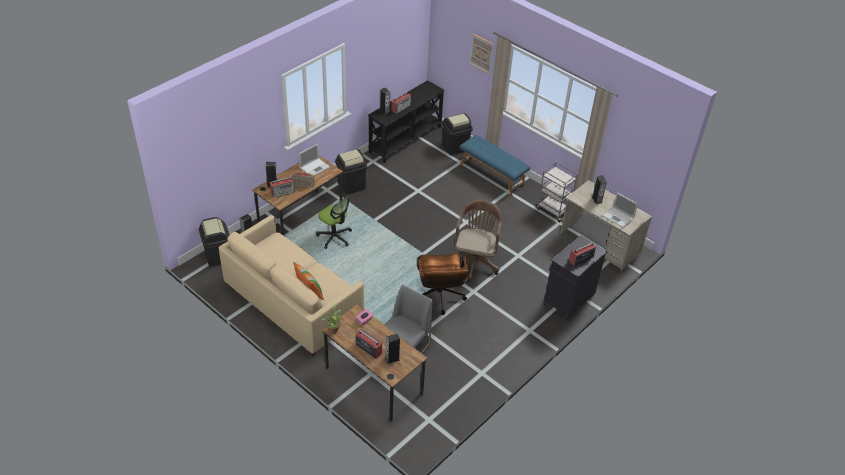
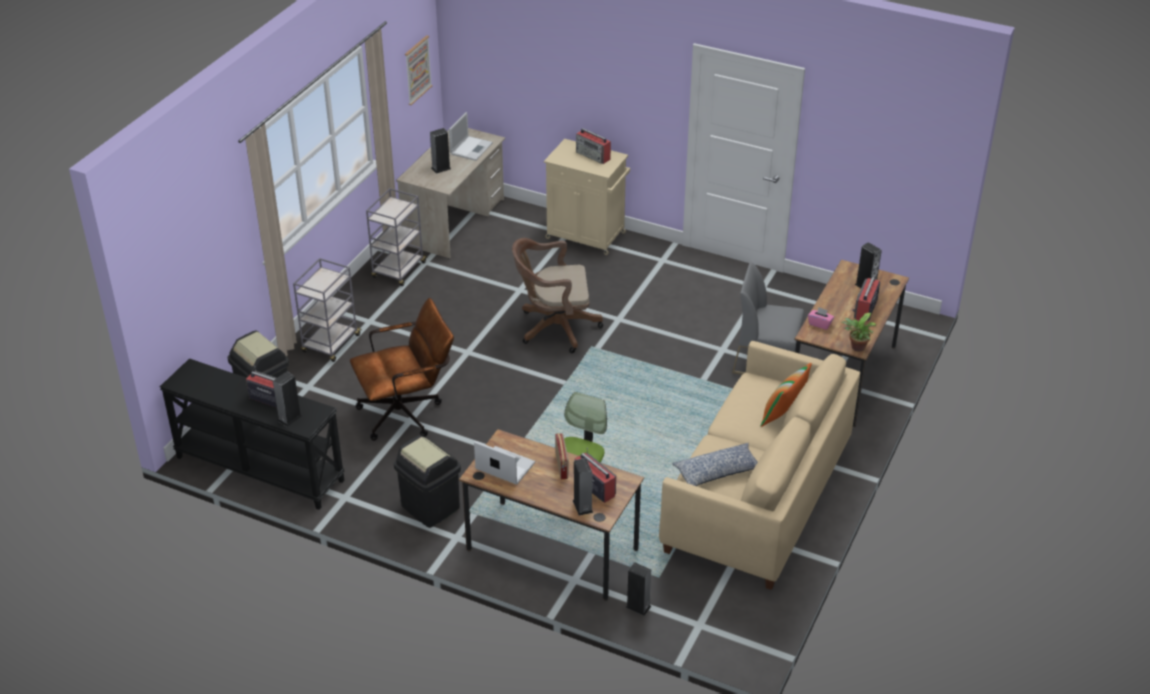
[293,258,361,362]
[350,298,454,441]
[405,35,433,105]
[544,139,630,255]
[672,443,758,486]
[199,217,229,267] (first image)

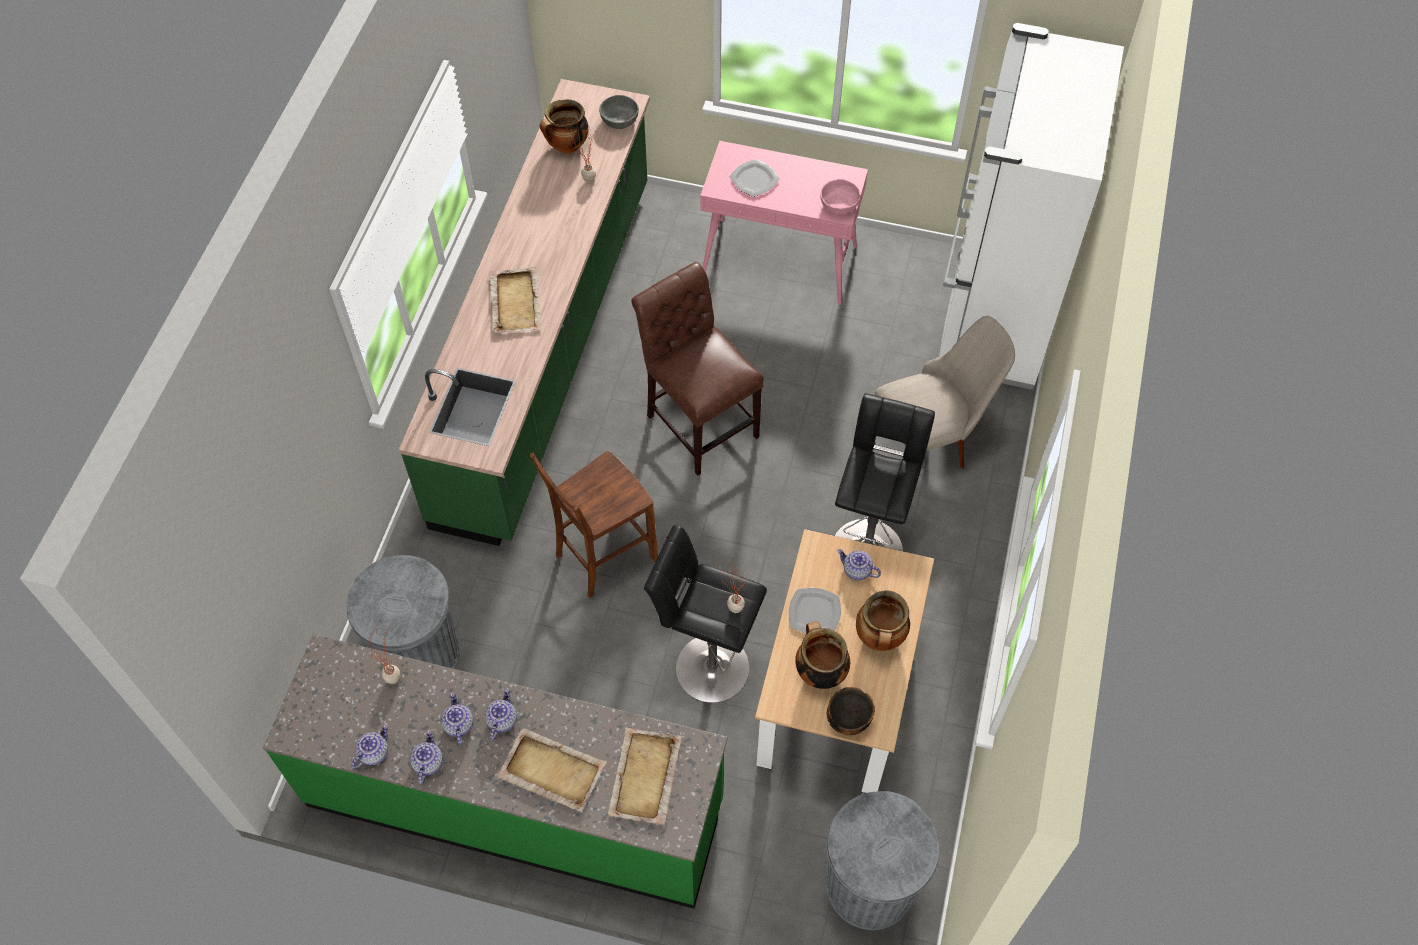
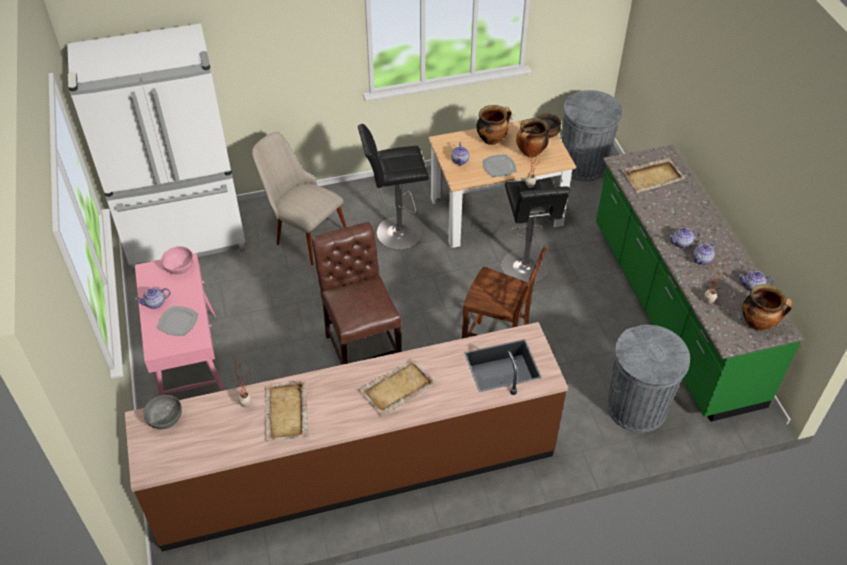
[125,322,568,552]
[135,288,171,309]
[264,381,309,441]
[312,222,402,365]
[742,284,793,330]

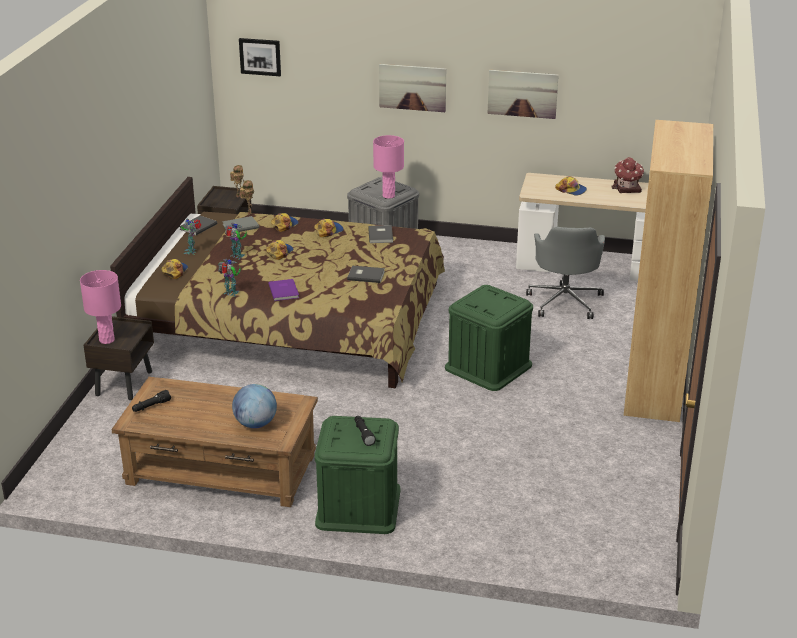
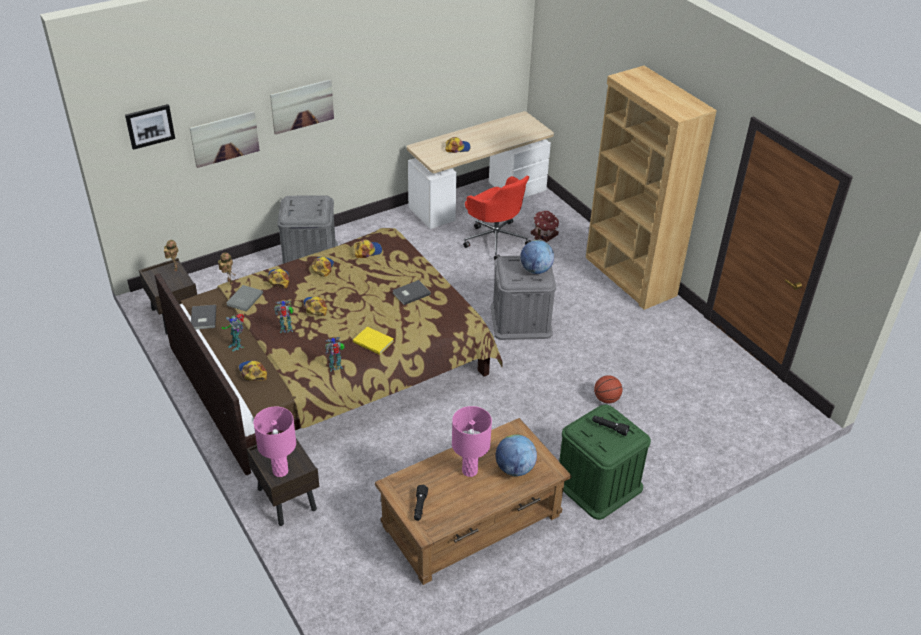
[190,111,260,168]
[353,327,394,355]
[354,240,382,258]
[452,406,492,477]
[463,176,531,260]
[491,256,556,340]
[520,240,554,274]
[531,211,559,242]
[594,375,622,403]

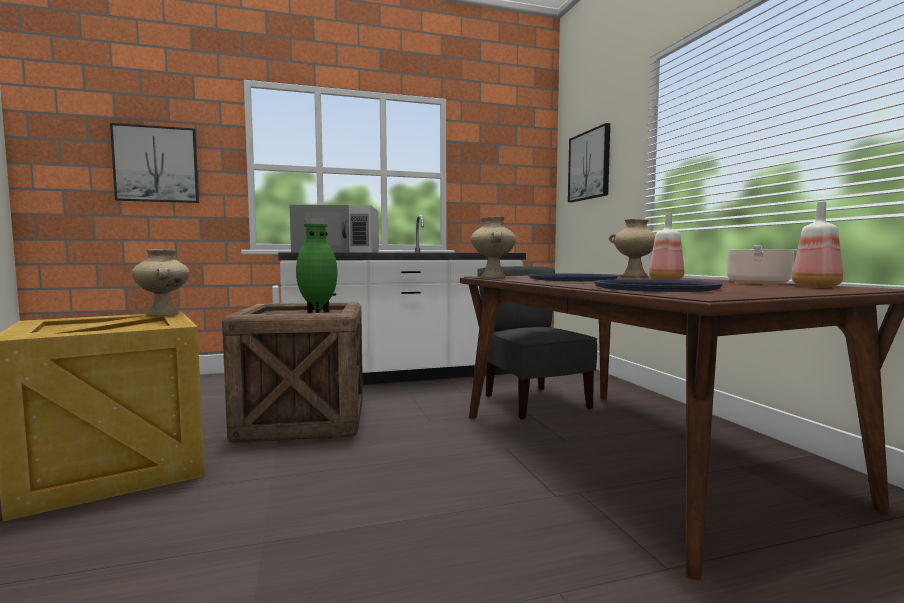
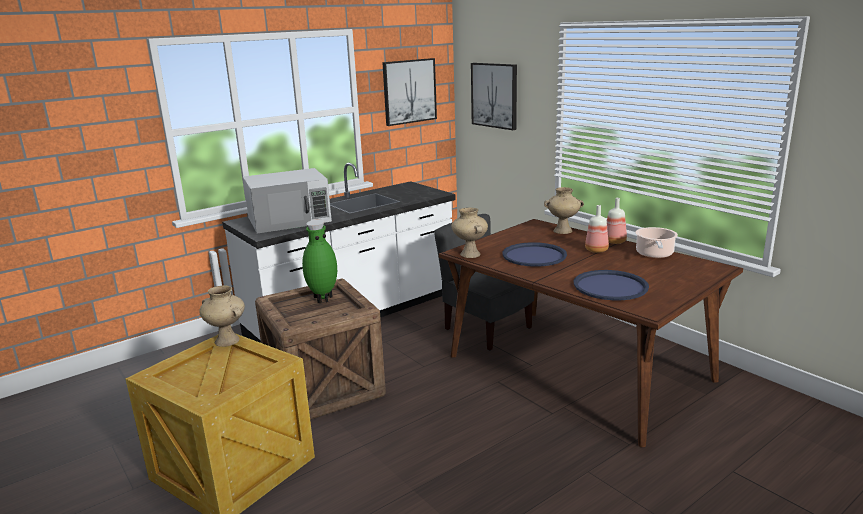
[382,58,437,126]
[607,198,627,244]

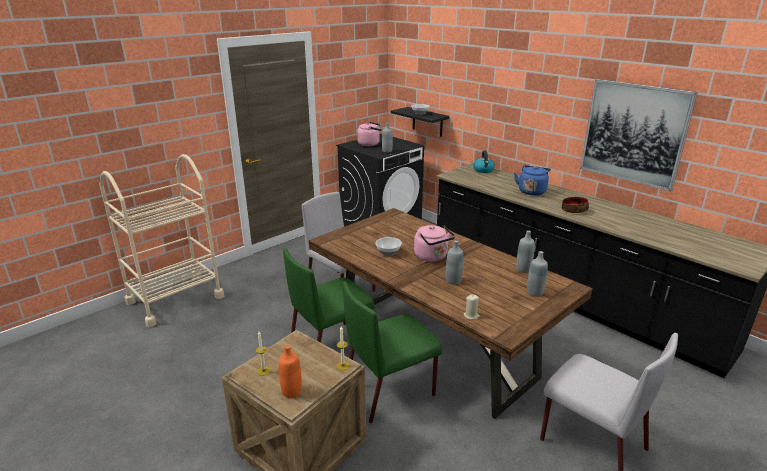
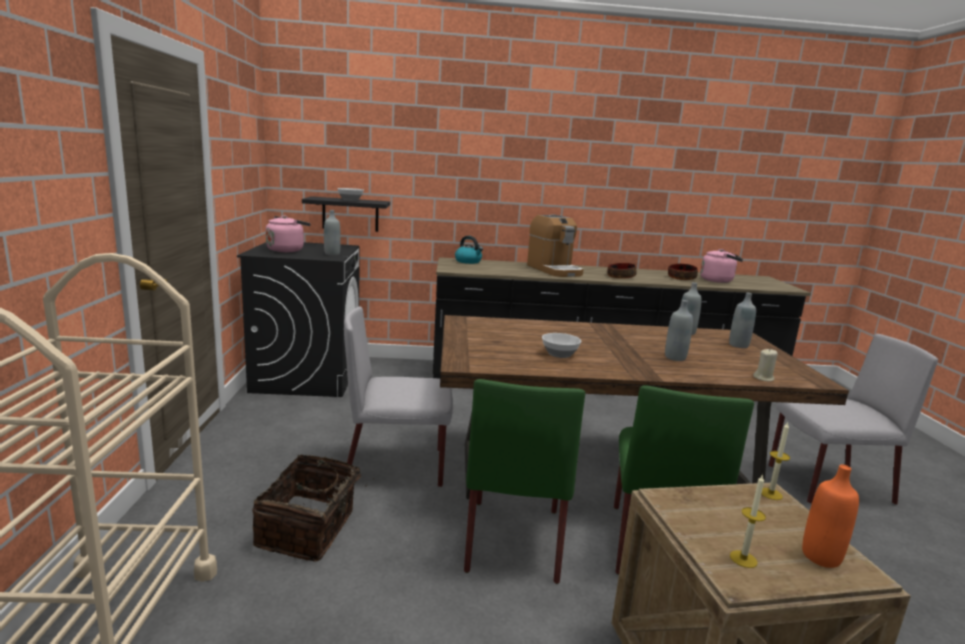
[252,454,374,562]
[527,214,584,277]
[668,264,698,280]
[700,249,743,283]
[580,79,698,191] (first image)

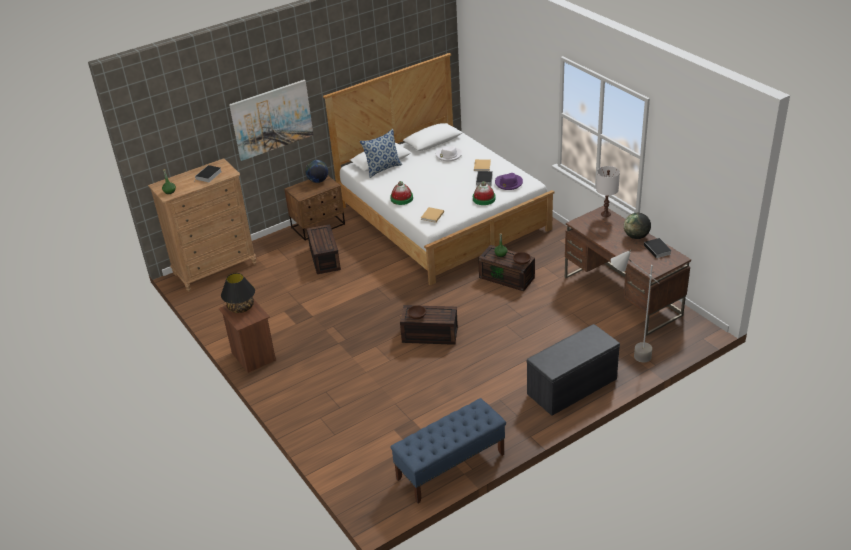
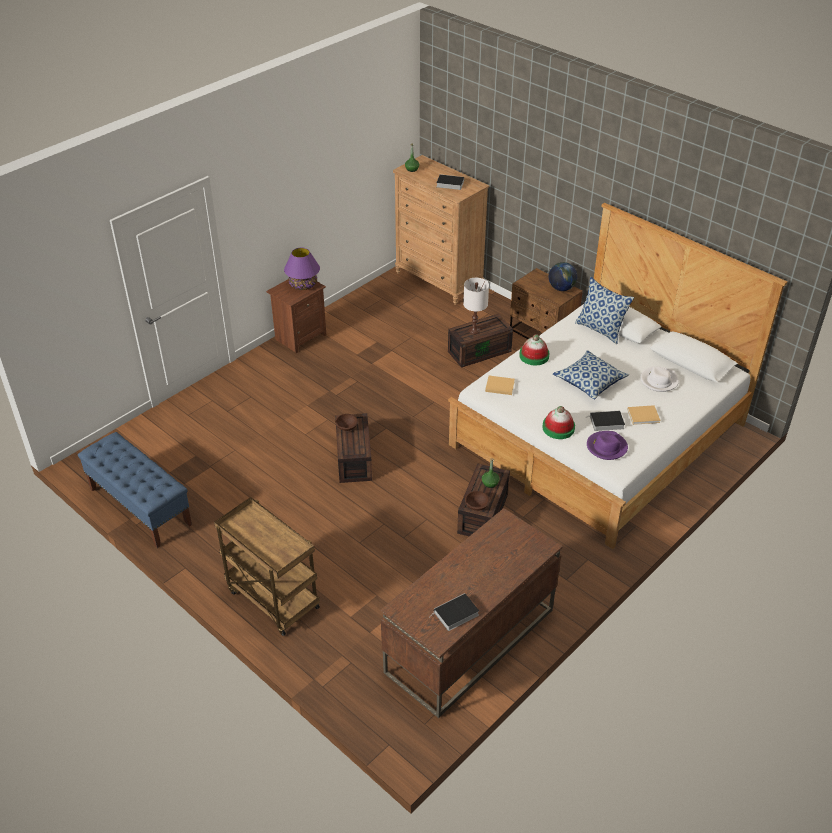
[214,497,320,636]
[284,248,320,290]
[463,278,489,334]
[553,350,629,400]
[229,80,313,161] (first image)
[610,250,659,362] (first image)
[624,213,651,239] (first image)

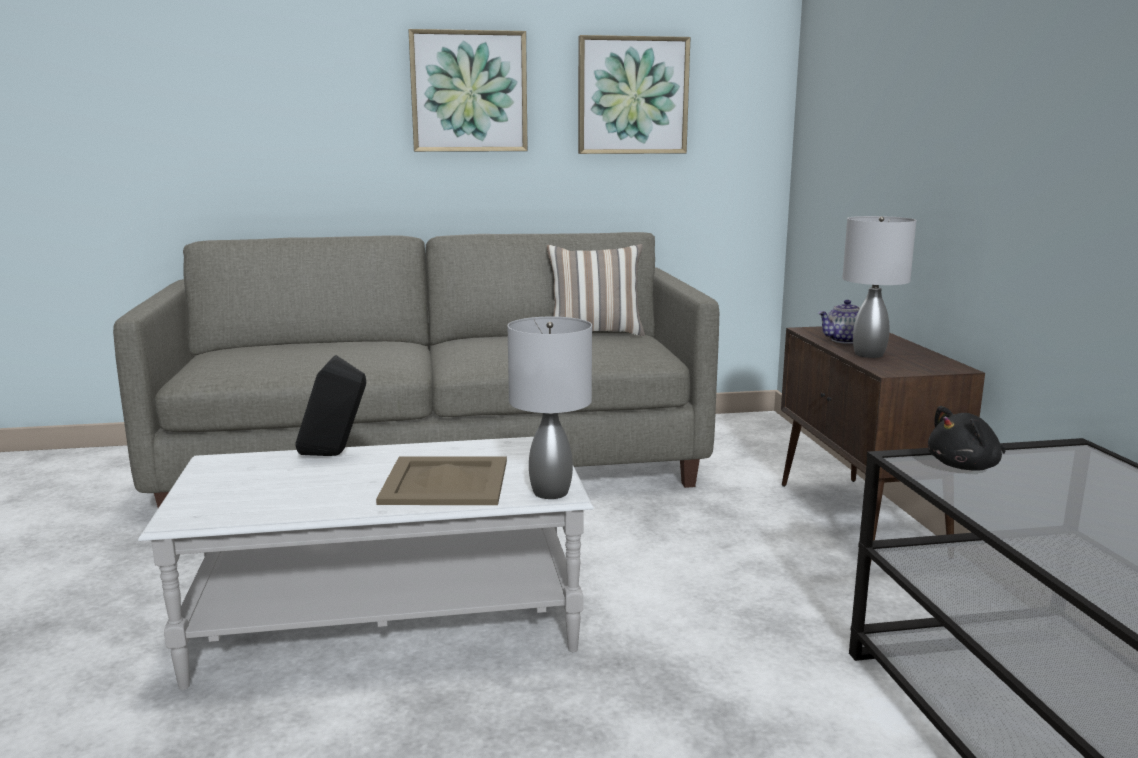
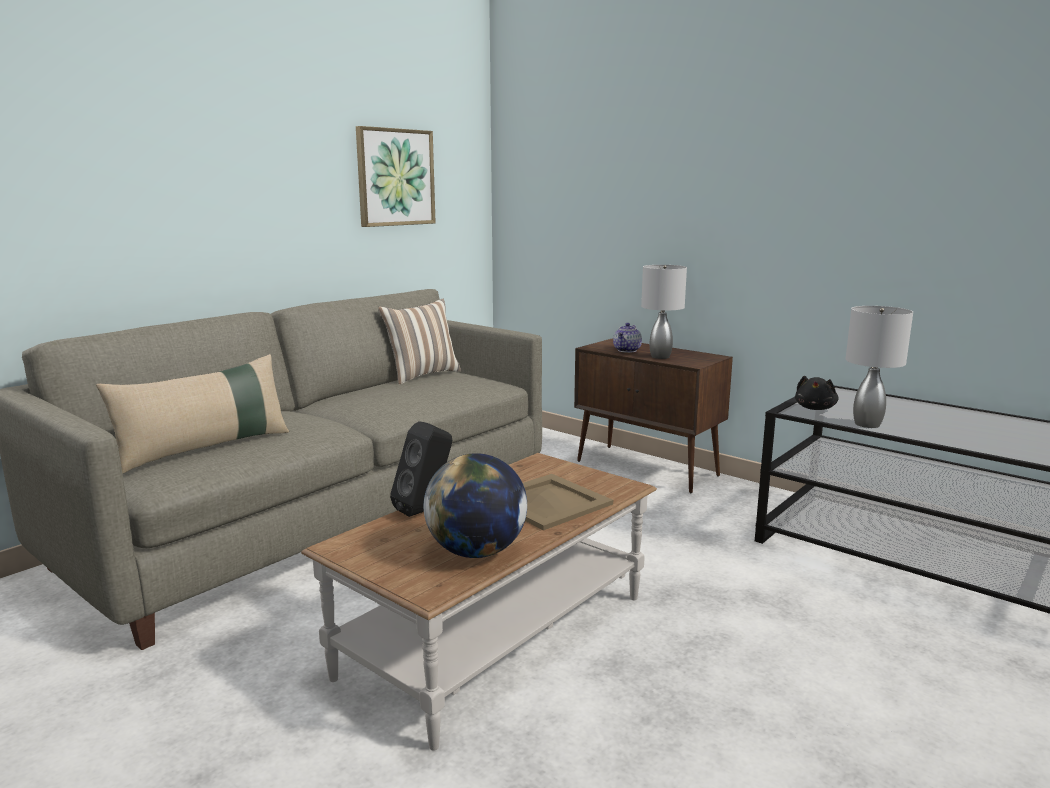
[96,354,289,474]
[301,453,657,751]
[424,453,527,558]
[846,306,913,428]
[408,29,528,152] (first image)

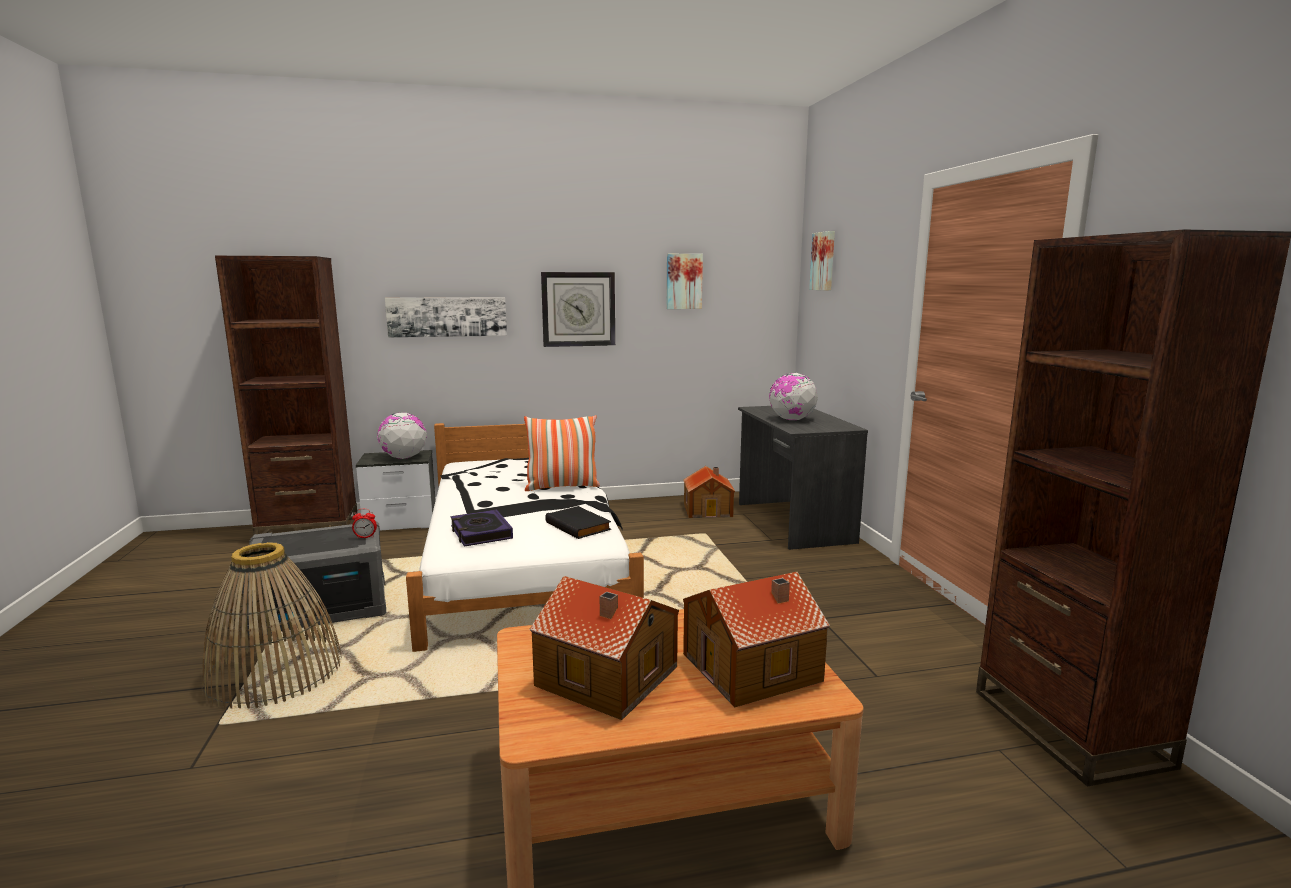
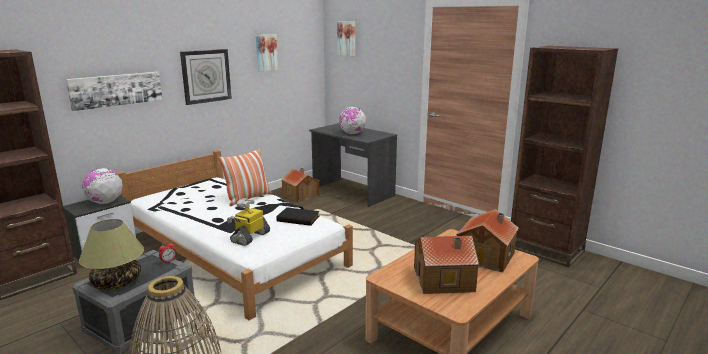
[79,219,144,290]
[227,198,270,246]

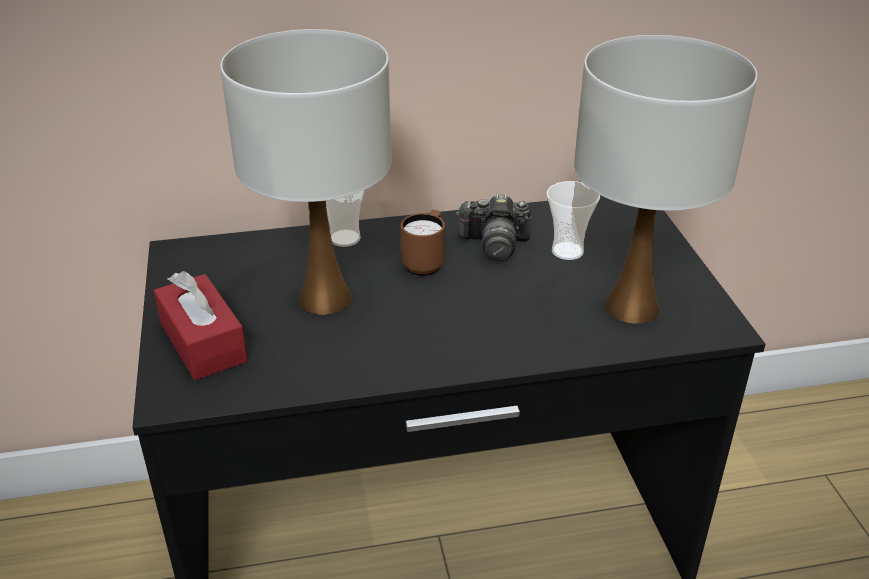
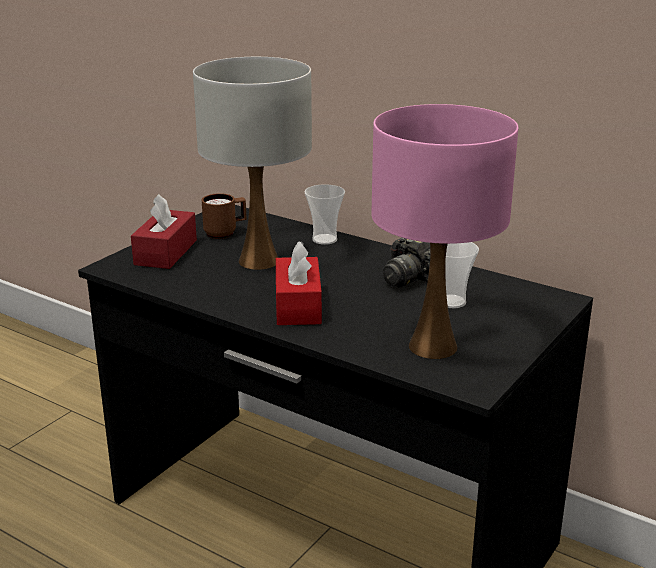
[202,193,247,239]
[276,241,322,325]
[372,104,518,359]

